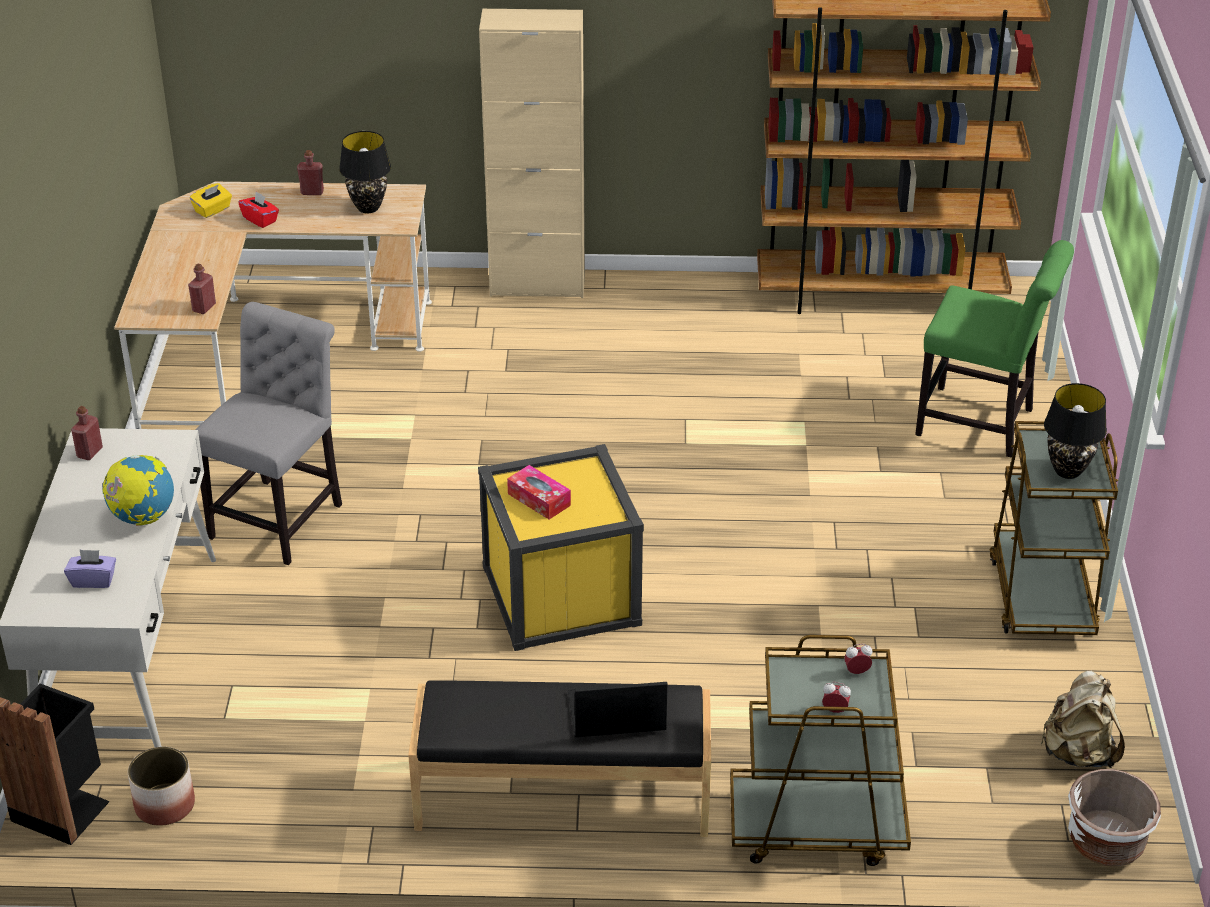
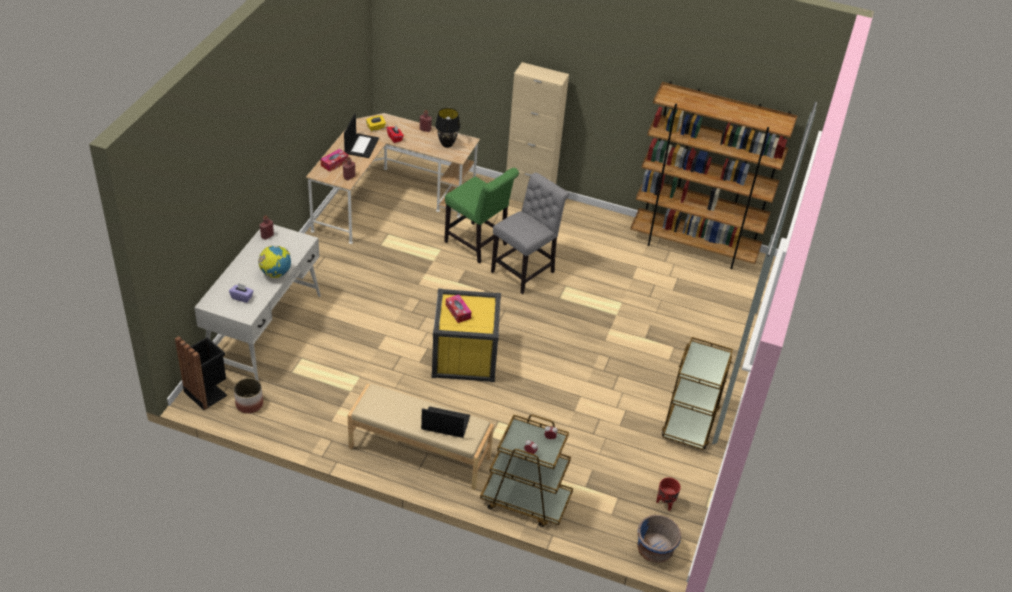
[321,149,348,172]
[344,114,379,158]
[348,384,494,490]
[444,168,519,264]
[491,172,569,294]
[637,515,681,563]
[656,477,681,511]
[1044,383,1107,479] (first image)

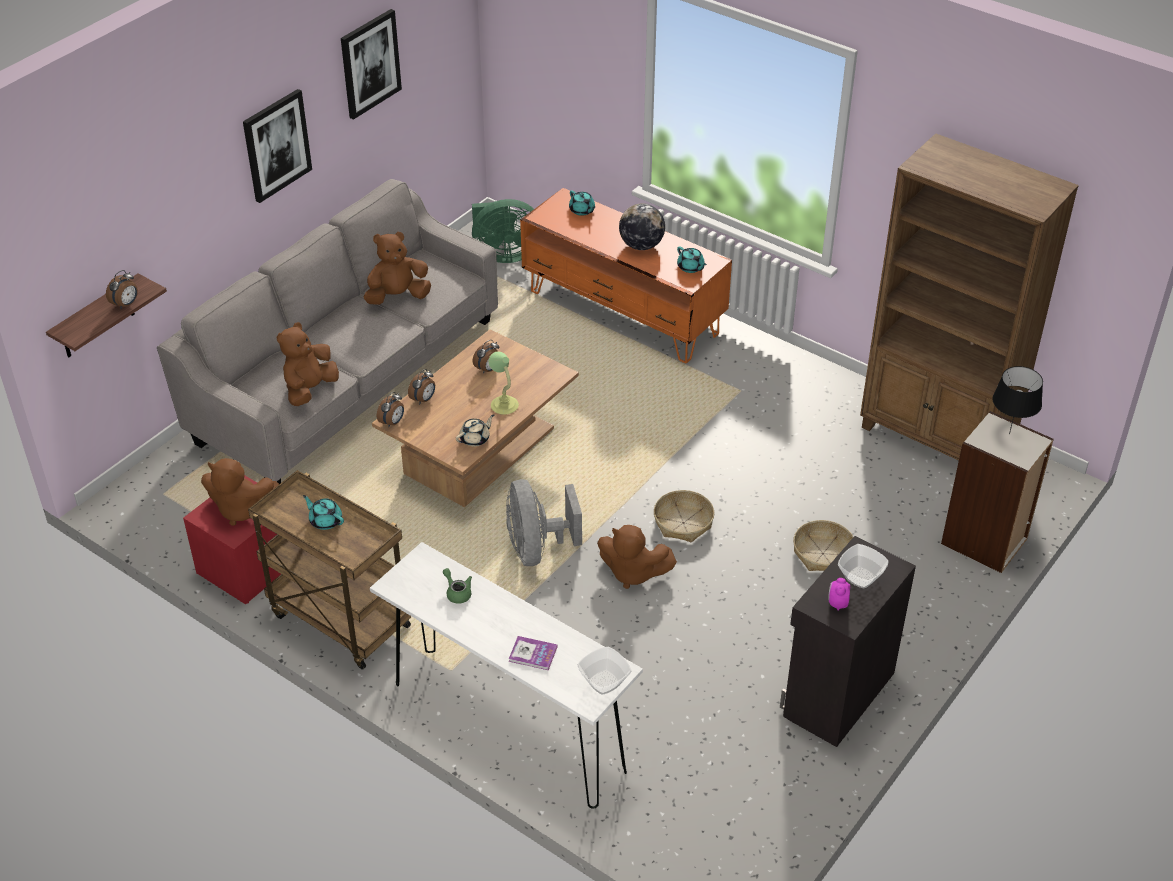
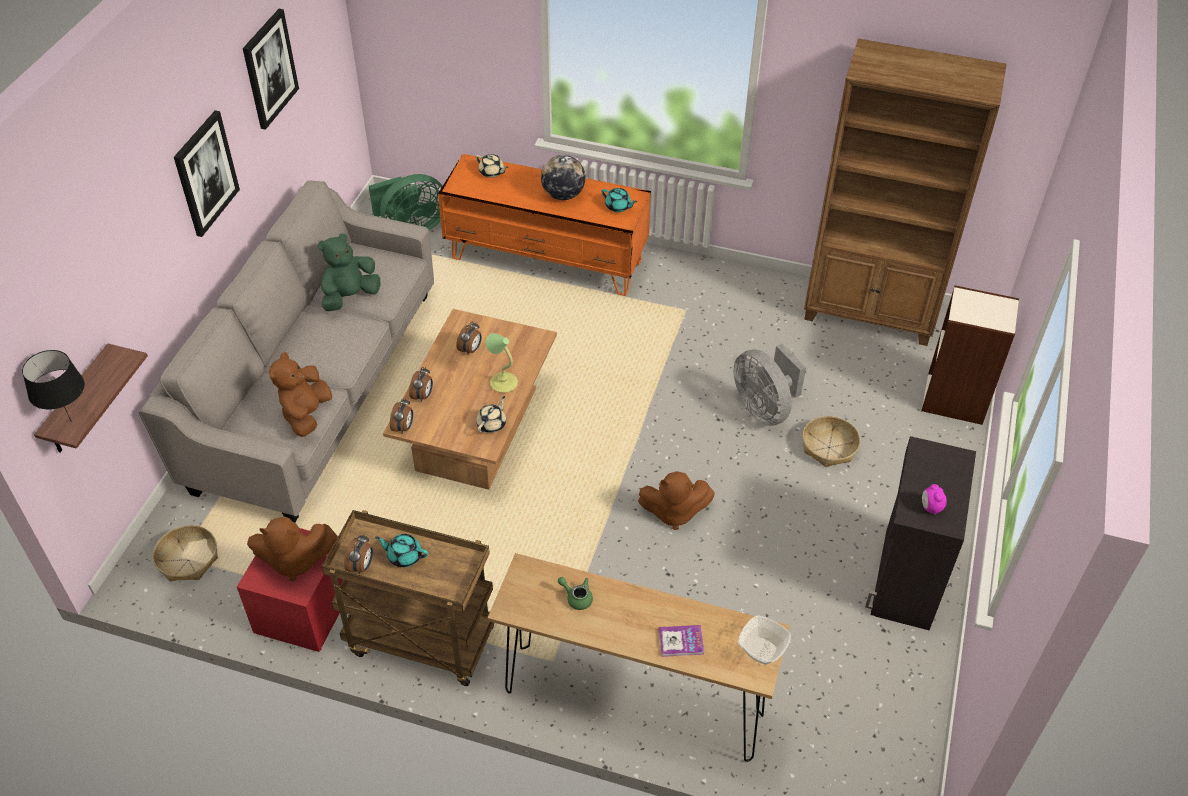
[22,350,85,422]
[153,525,218,581]
[318,233,380,311]
[344,534,373,574]
[476,154,508,178]
[487,553,789,762]
[734,344,806,426]
[838,544,889,588] (first image)

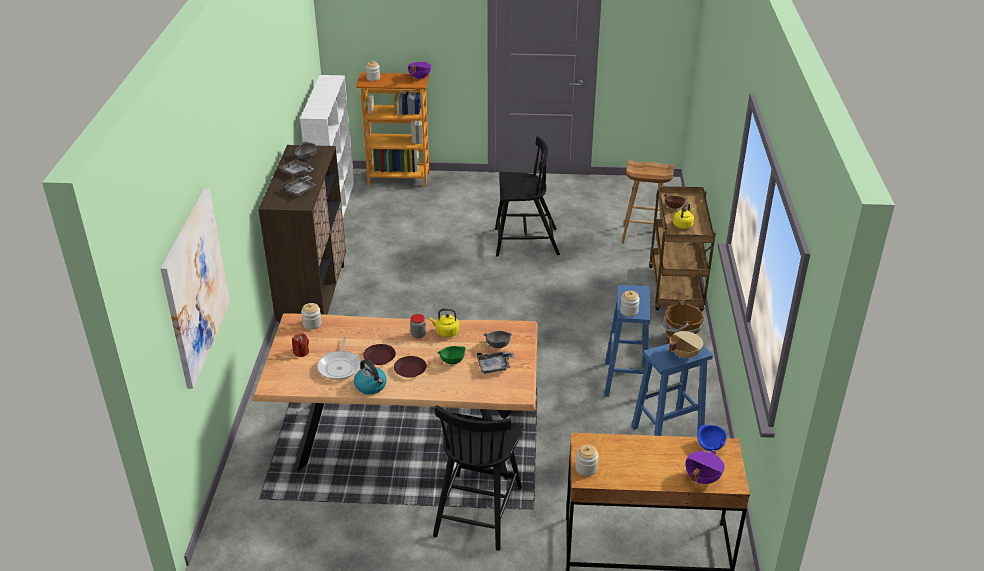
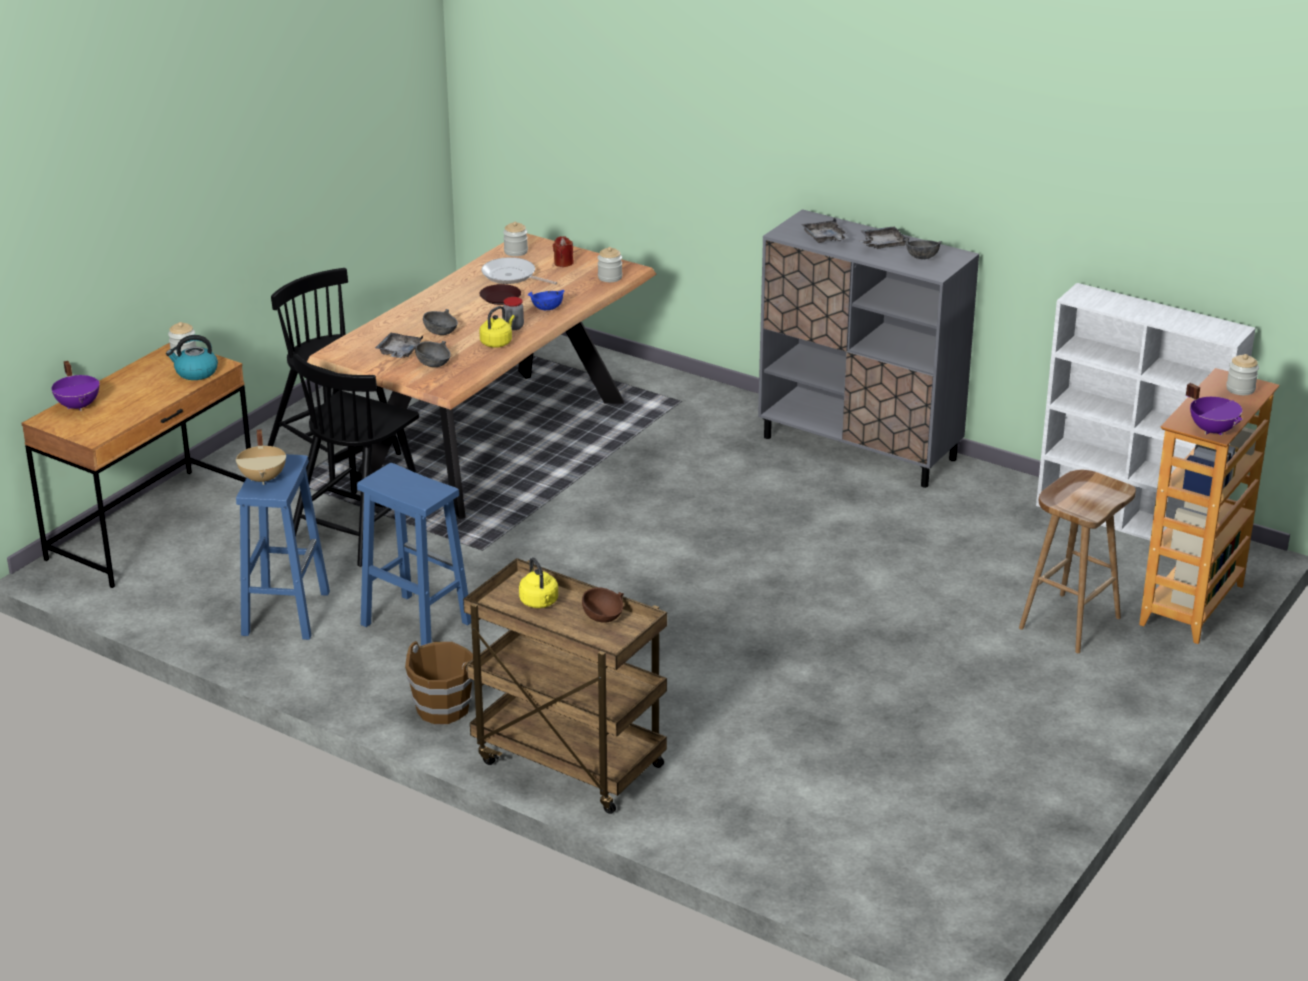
[166,335,218,380]
[293,354,419,567]
[423,309,458,335]
[503,222,528,256]
[528,290,565,310]
[758,209,979,488]
[1019,470,1136,653]
[160,188,230,389] (first image)
[394,356,427,378] (first image)

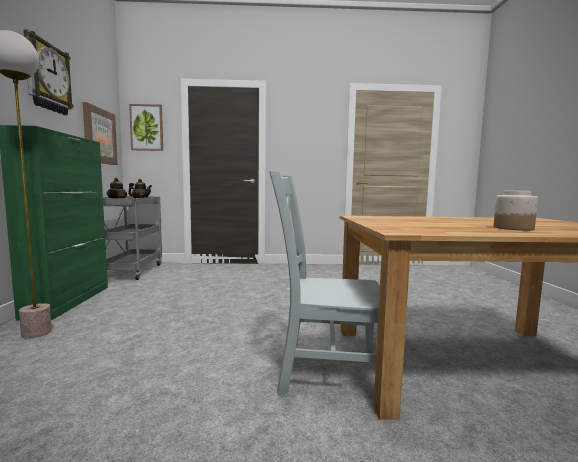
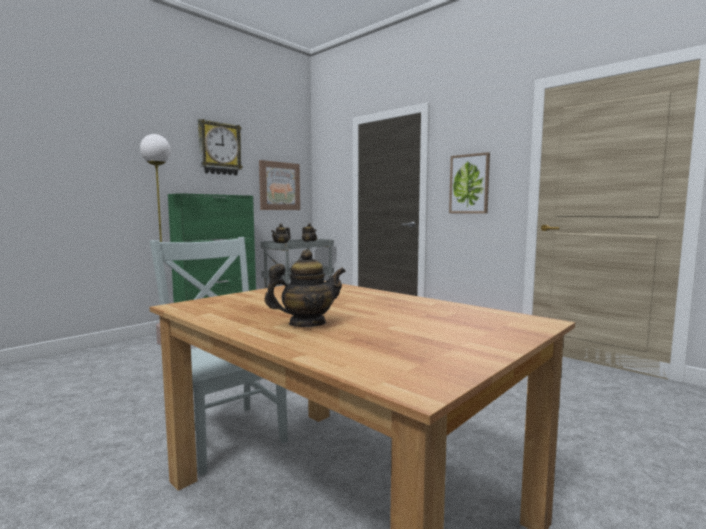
[264,249,346,327]
[449,152,490,213]

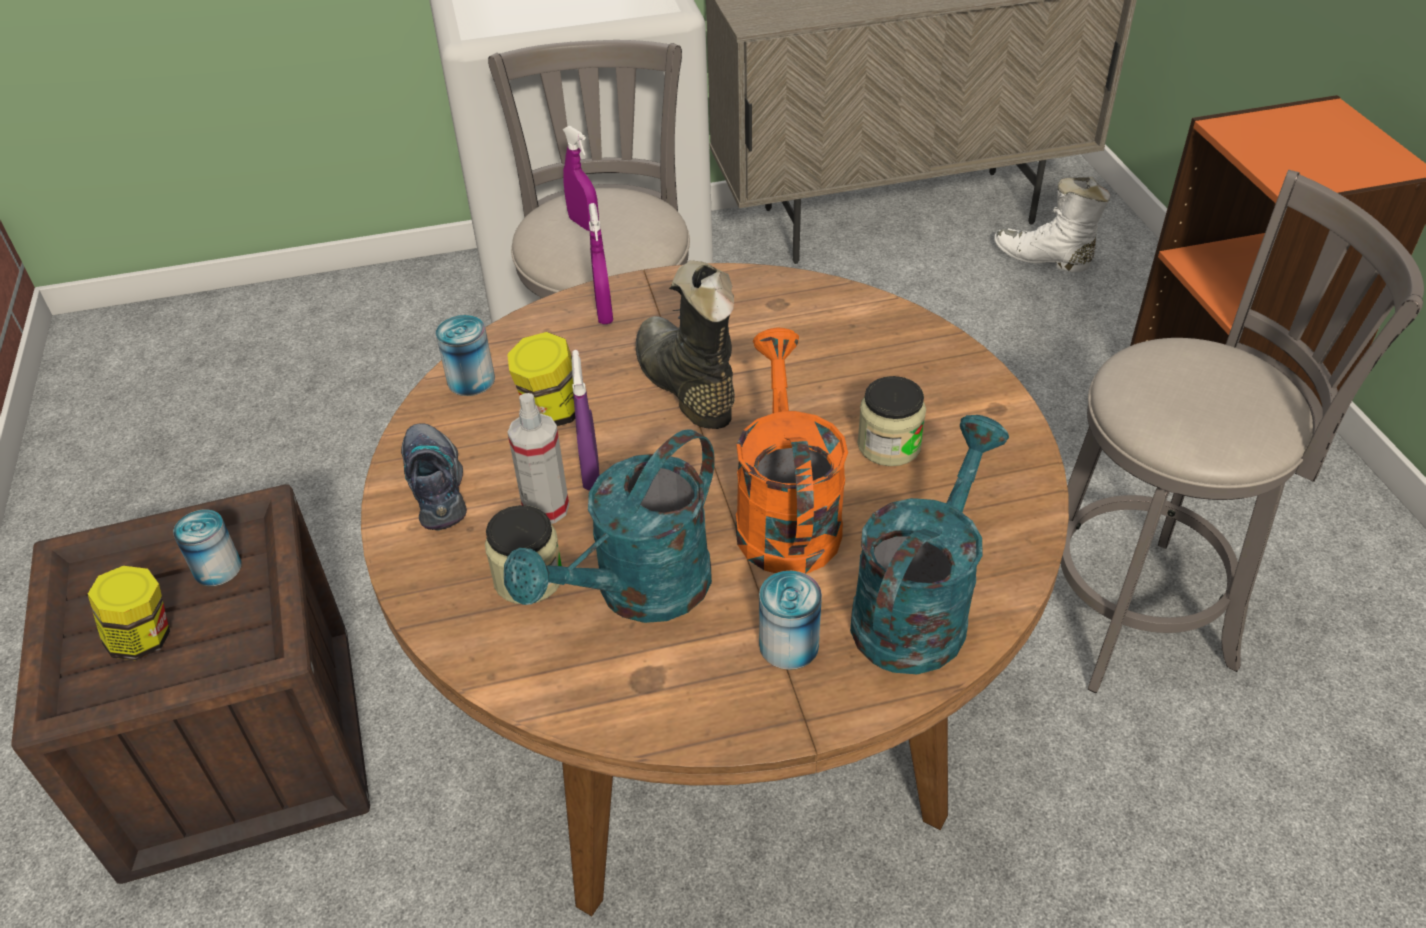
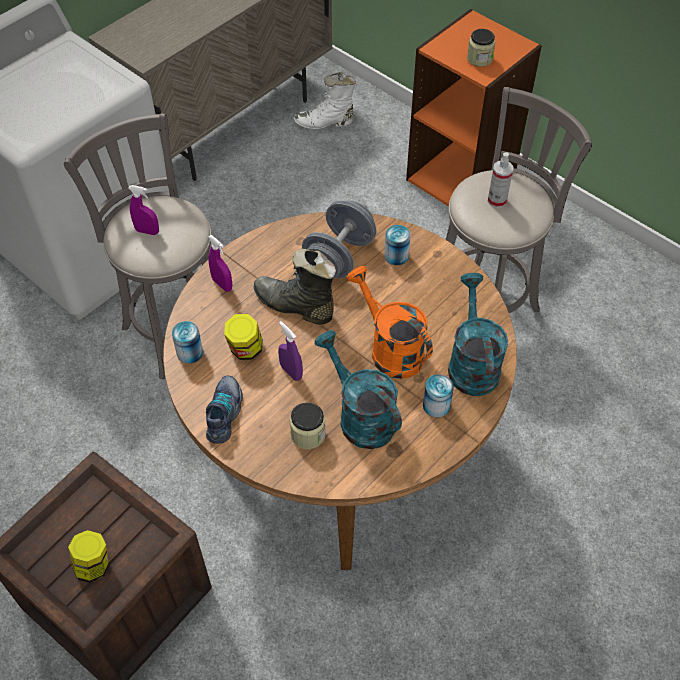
[206,375,243,444]
[302,200,377,279]
[314,330,402,449]
[384,225,411,265]
[467,29,495,67]
[488,152,514,208]

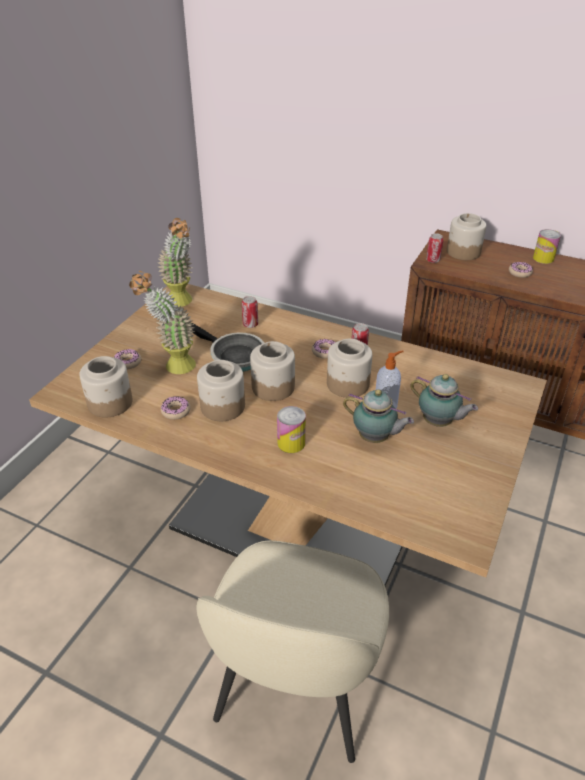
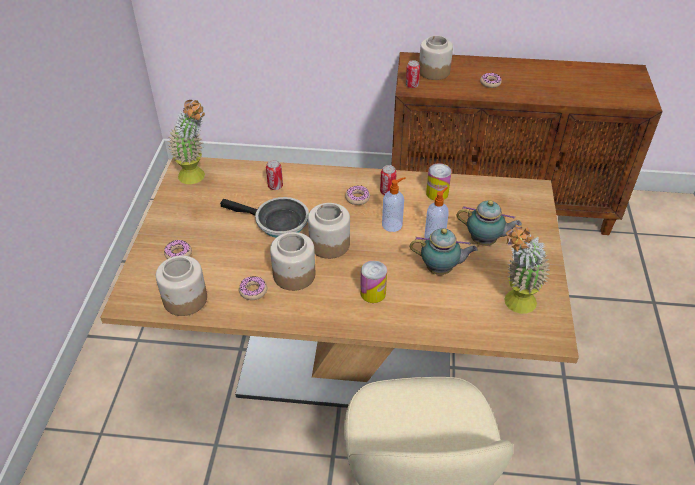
[382,177,406,232]
[426,164,452,201]
[504,224,550,314]

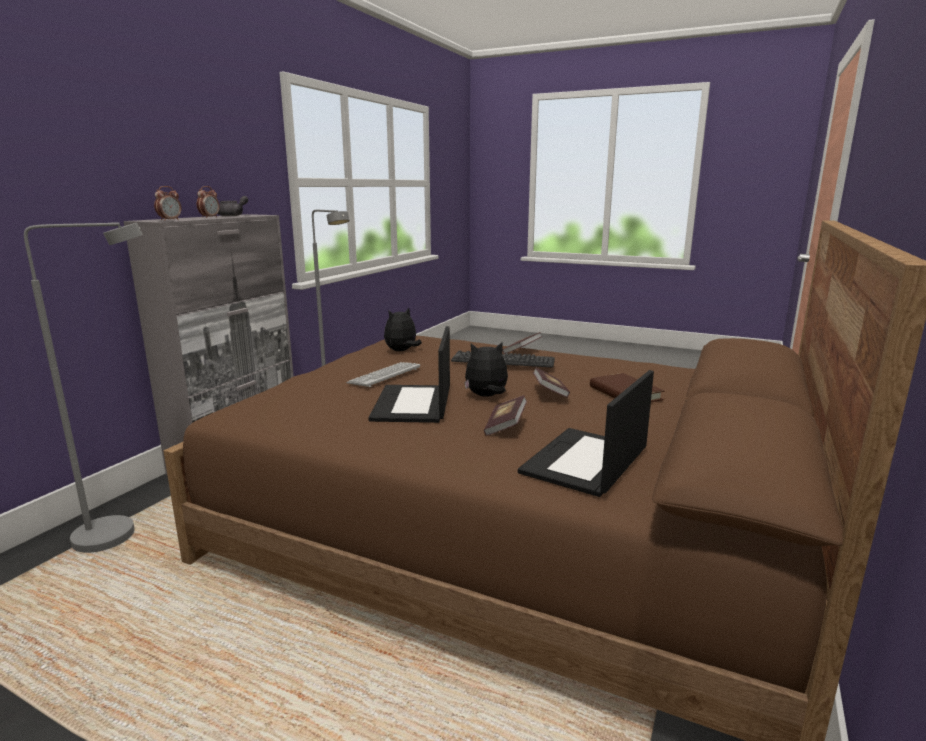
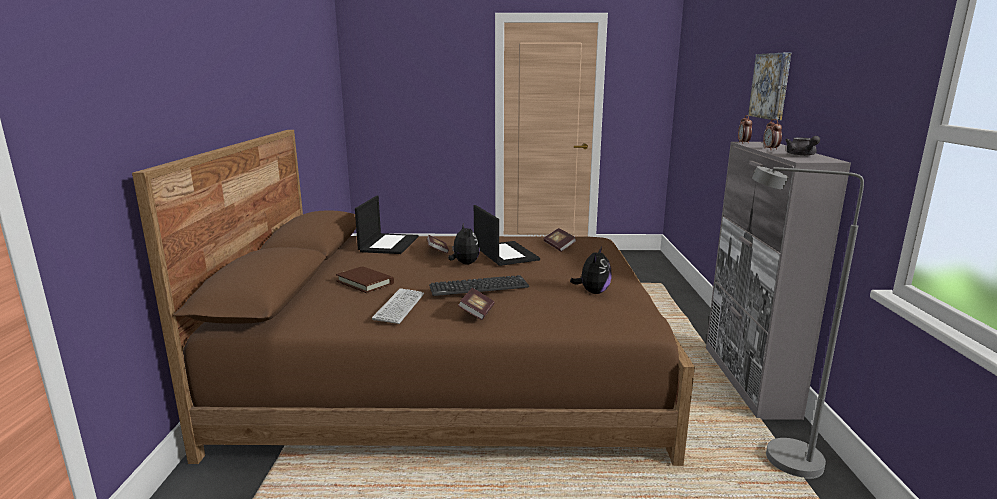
[372,288,424,324]
[448,223,480,265]
[543,228,577,252]
[748,53,791,120]
[24,222,143,553] (first image)

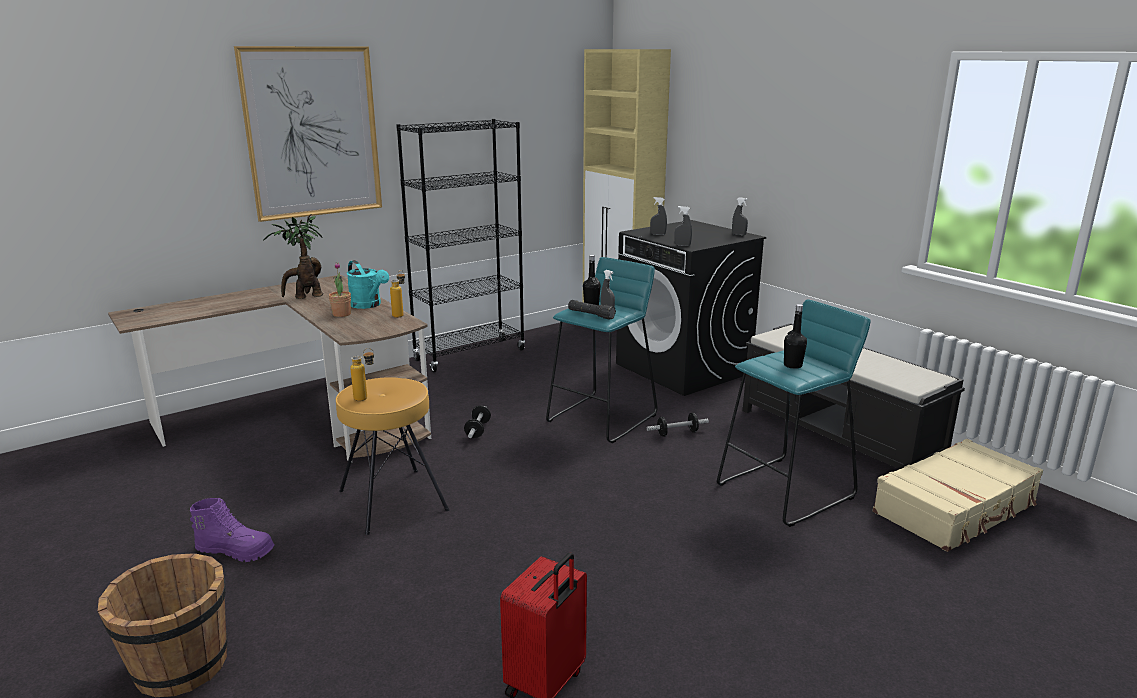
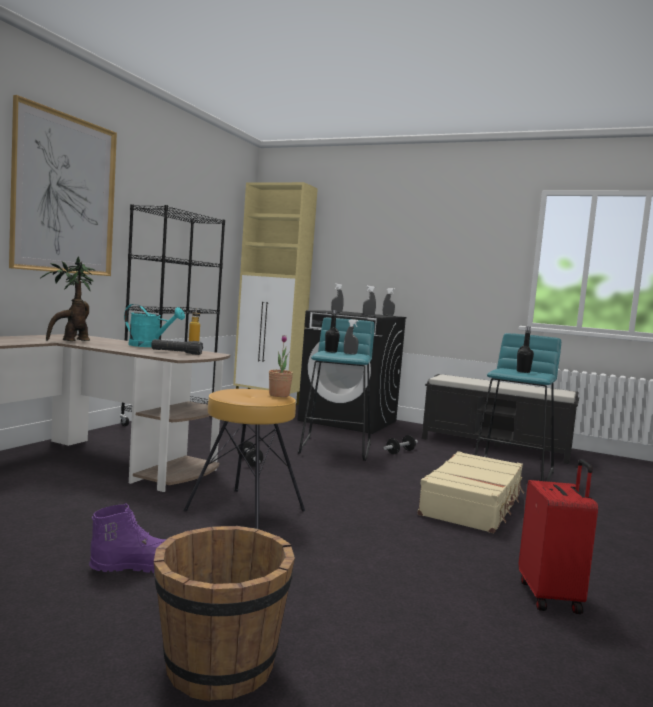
[151,339,203,355]
[269,335,293,397]
[417,451,524,533]
[350,348,375,401] (first image)

